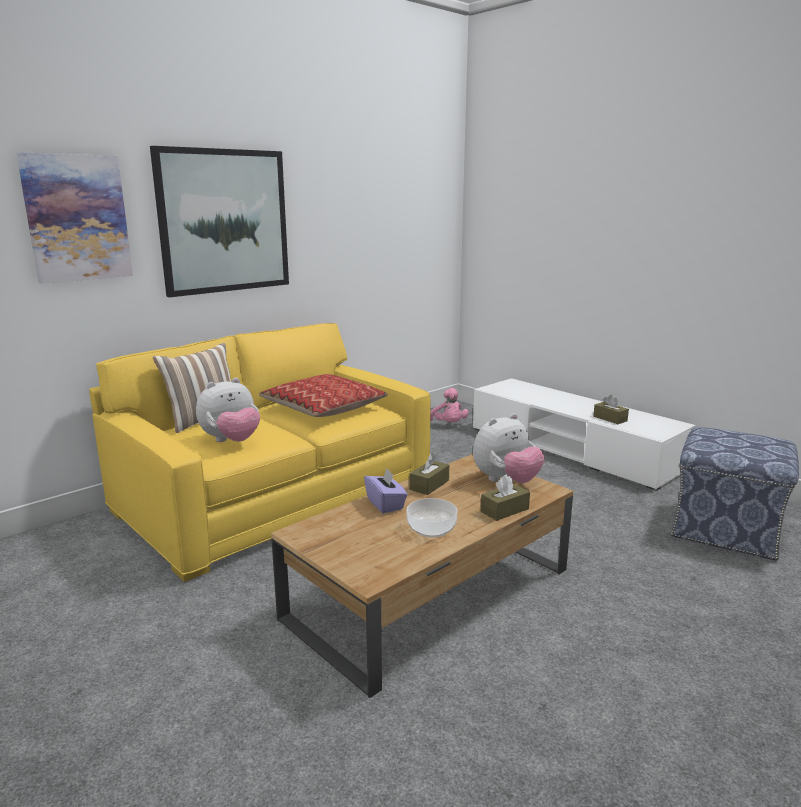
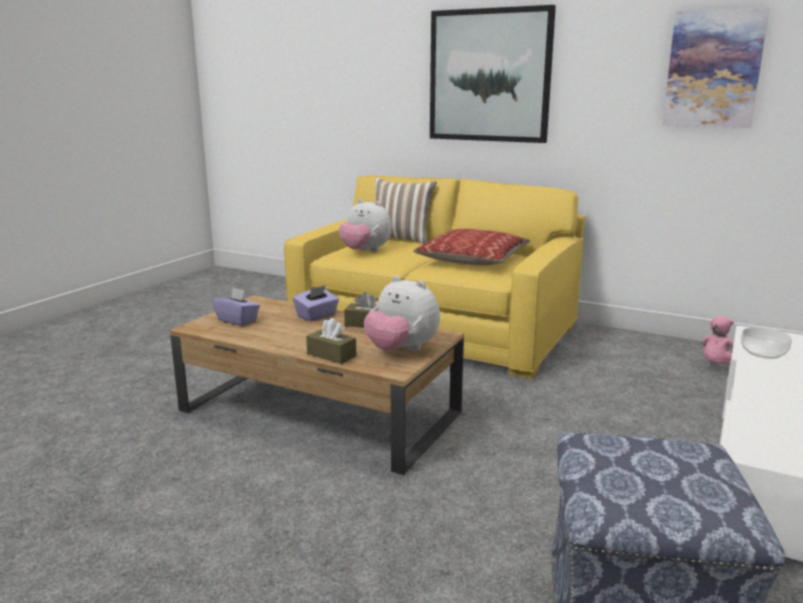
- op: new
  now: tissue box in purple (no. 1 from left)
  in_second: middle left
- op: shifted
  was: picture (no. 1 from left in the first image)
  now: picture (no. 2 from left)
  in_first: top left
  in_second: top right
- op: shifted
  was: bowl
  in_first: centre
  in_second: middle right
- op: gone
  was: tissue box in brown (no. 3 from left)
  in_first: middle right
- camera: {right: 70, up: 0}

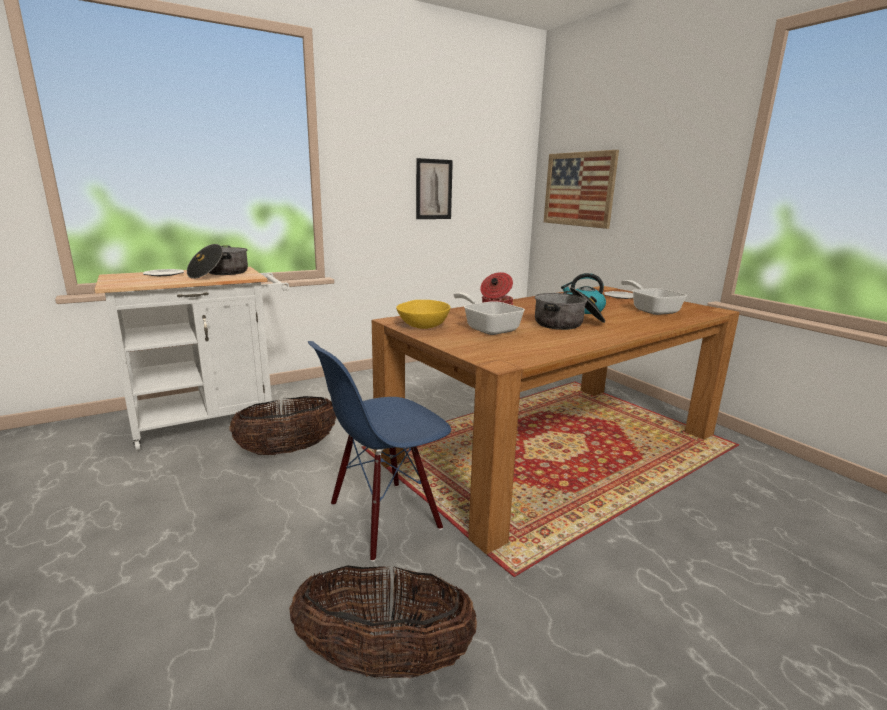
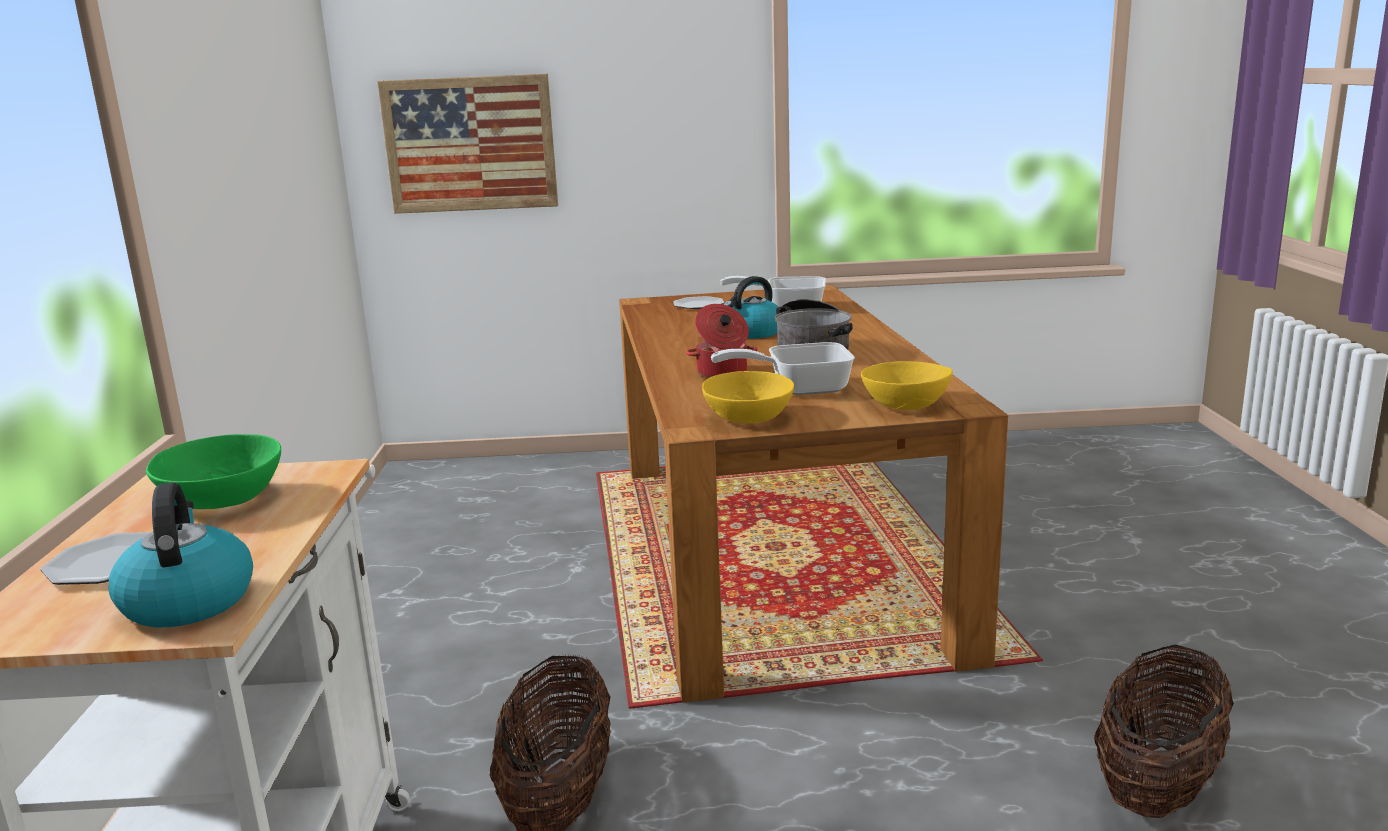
- op: new
  now: kettle (no. 1 from left)
  in_second: bottom left
- op: swapped
  was: cooking pot (no. 1 from left)
  now: bowl in green
  in_first: middle left
  in_second: middle left
- op: new
  now: bowl in yellow (no. 2 from left)
  in_second: centre
- op: gone
  was: chair in blue
  in_first: centre
- op: gone
  was: picture (no. 1 from left)
  in_first: top centre
- camera: {right: -60, up: 0}

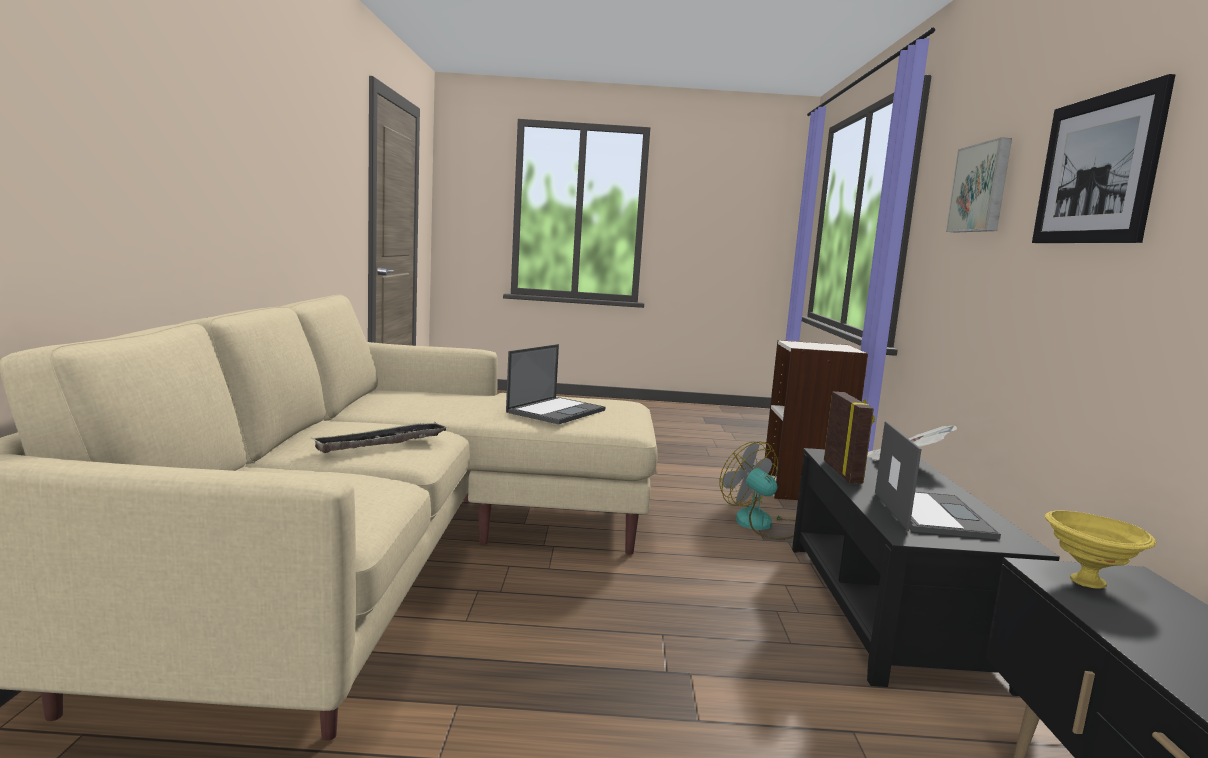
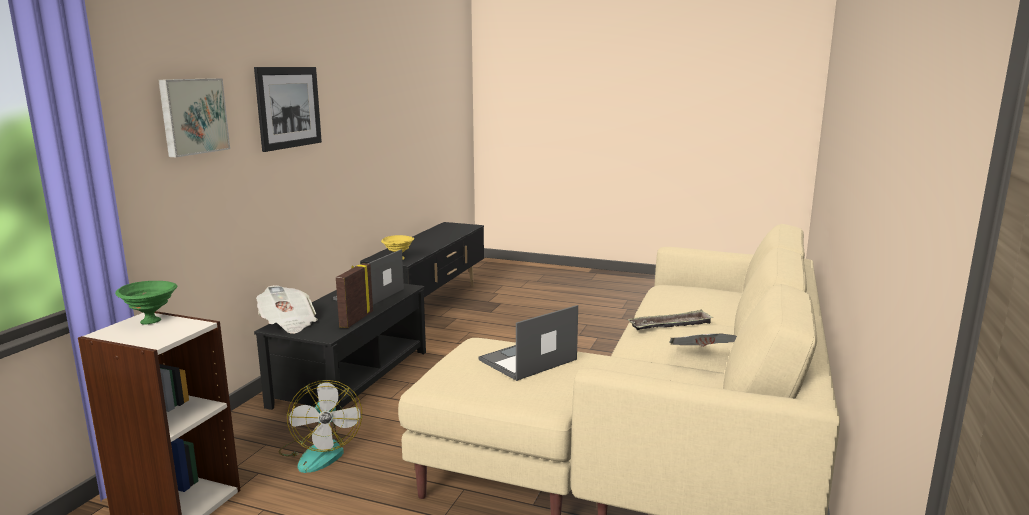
- op: new
  now: bowl in green
  in_second: middle left
- op: new
  now: newspaper (no. 2 from left)
  in_second: middle right
- camera: {right: -160, up: 5}

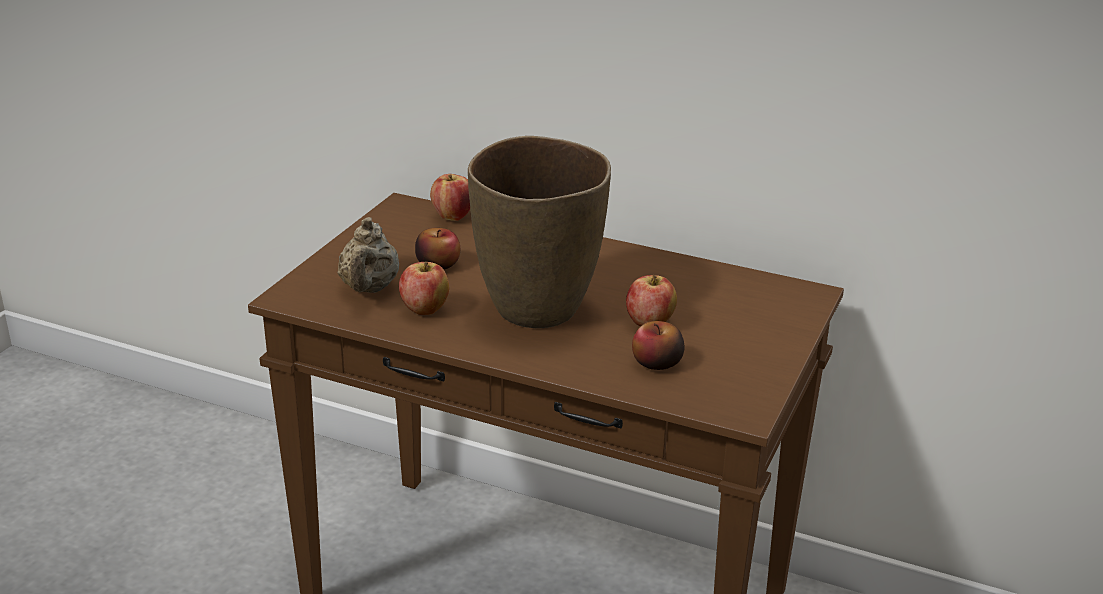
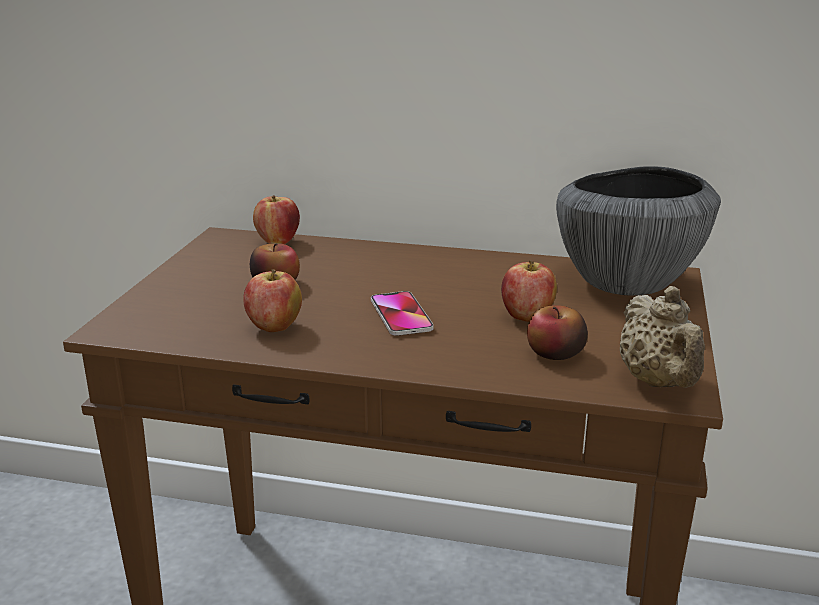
- op: swapped
  was: vase in brown
  now: phone
  in_first: centre
  in_second: centre
- op: new
  now: bowl
  in_second: middle right
- op: shifted
  was: teapot in beige
  in_first: centre
  in_second: middle right
- camera: {right: -10, up: -5}

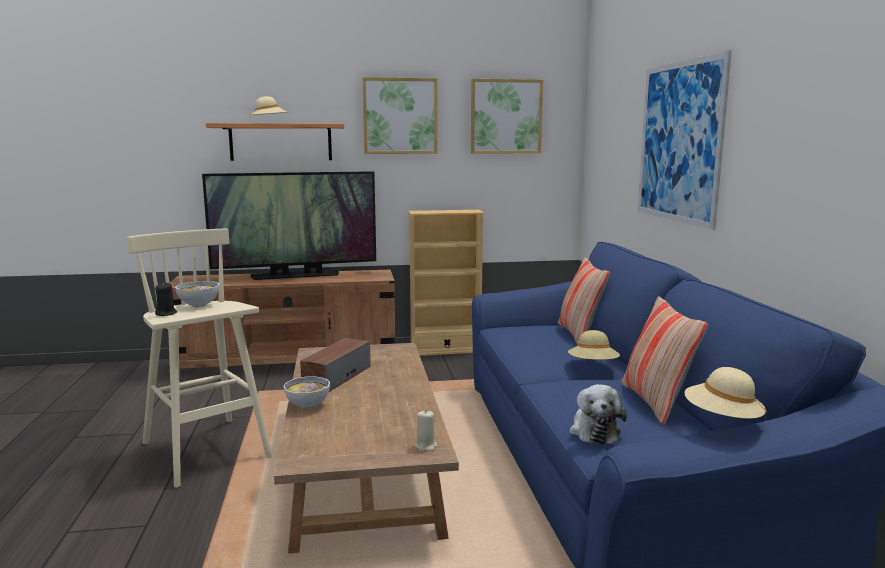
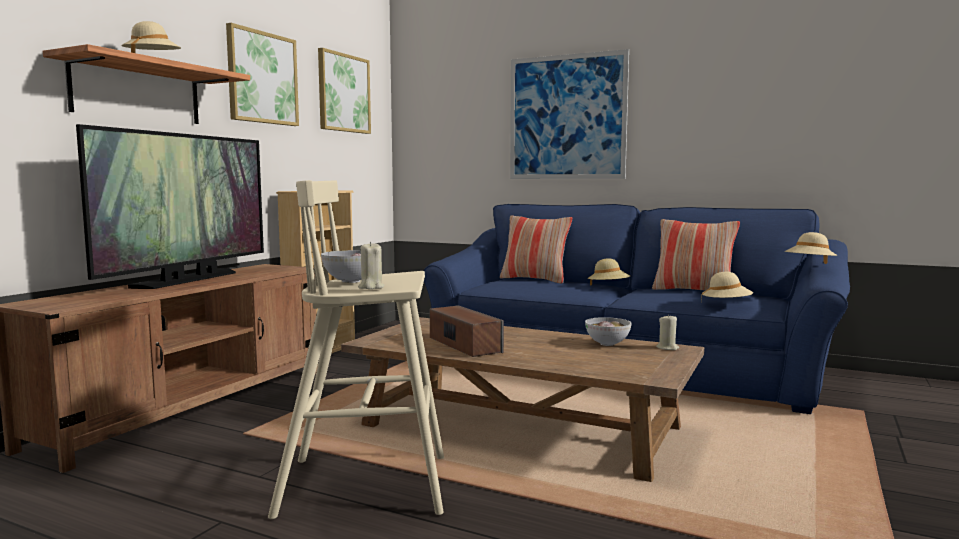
- op: repainted
  was: candle in black
  now: candle in beige (no. 1 from left)
  in_first: middle left
  in_second: centre
- op: shifted
  was: bowl (no. 2 from left)
  in_first: bottom centre
  in_second: centre
- op: swapped
  was: plush toy
  now: hat in beige (no. 3 from left)
  in_first: bottom right
  in_second: middle right
- camera: {right: -55, up: -5}

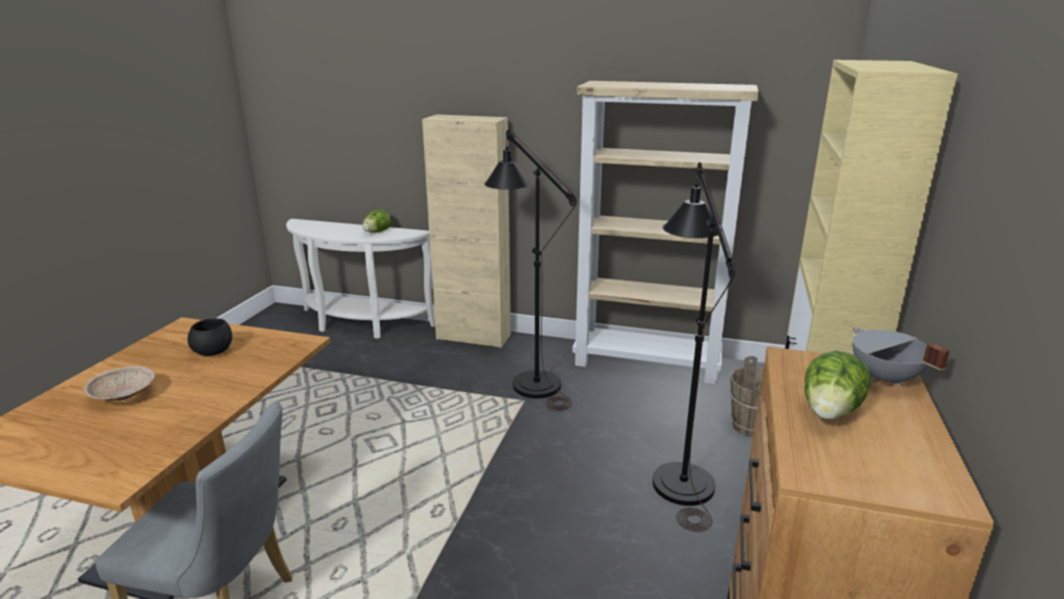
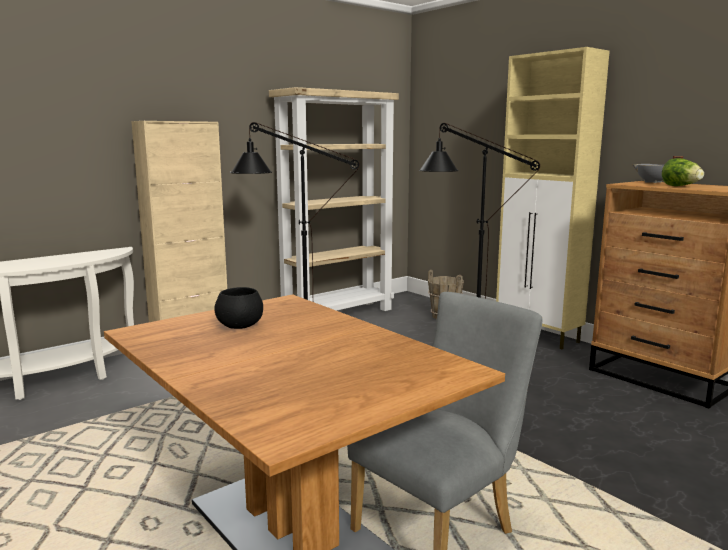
- op: gone
  was: bowl in beige
  in_first: middle left
- op: gone
  was: lettuce (no. 1 from left)
  in_first: centre
- camera: {right: -55, up: -10}

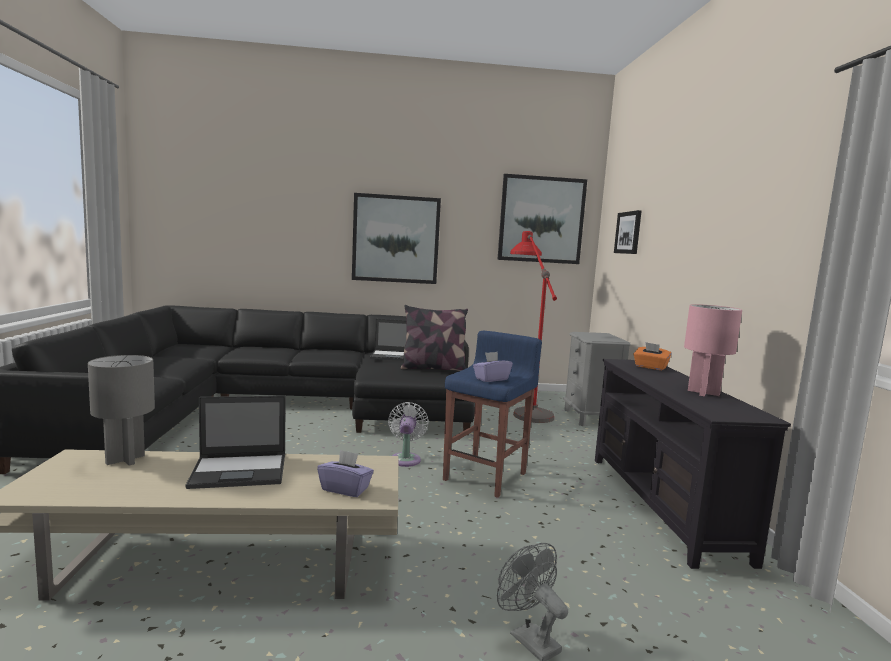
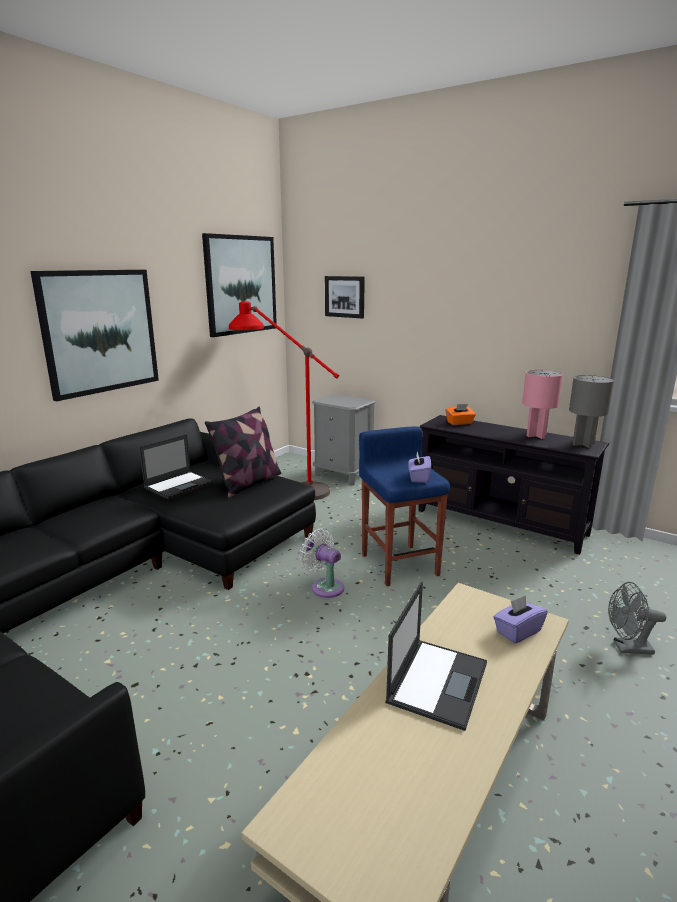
- op: shifted
  was: table lamp in grey
  in_first: middle left
  in_second: middle right
- camera: {right: -50, up: 10}

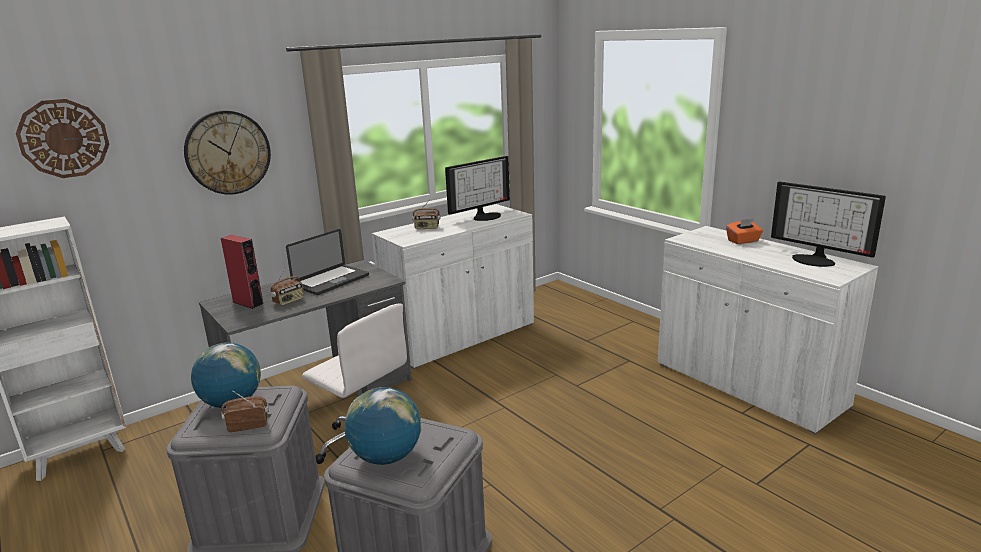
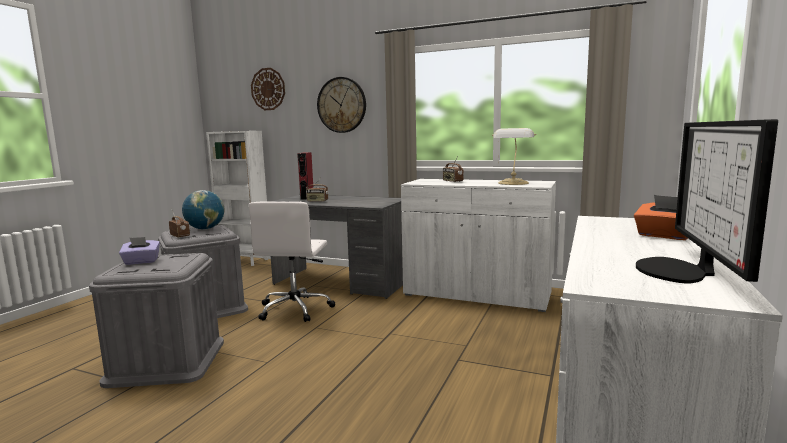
- op: swapped
  was: globe (no. 2 from left)
  now: tissue box in purple
  in_first: bottom centre
  in_second: middle left
- op: swapped
  was: monitor (no. 1 from left)
  now: table lamp
  in_first: centre
  in_second: centre
- op: gone
  was: laptop
  in_first: centre
- camera: {right: 60, up: -10}

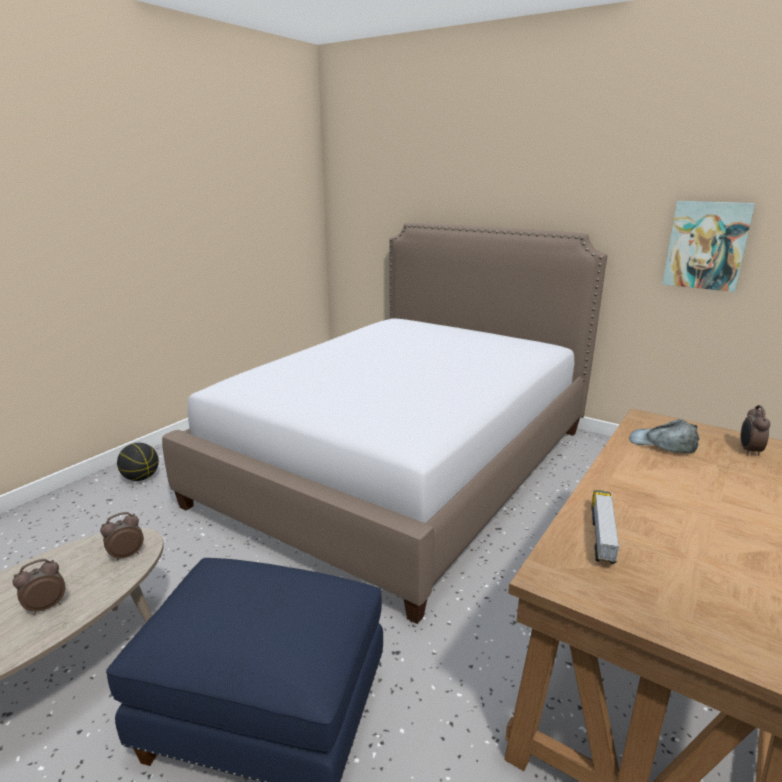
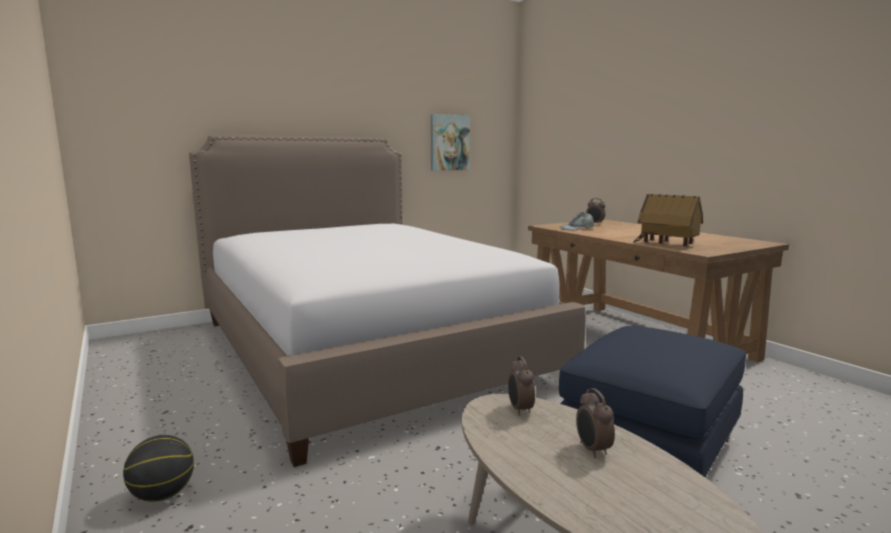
- op: swapped
  was: toy truck
  now: toy house
  in_first: bottom right
  in_second: middle right
- camera: {right: -65, up: -10}

